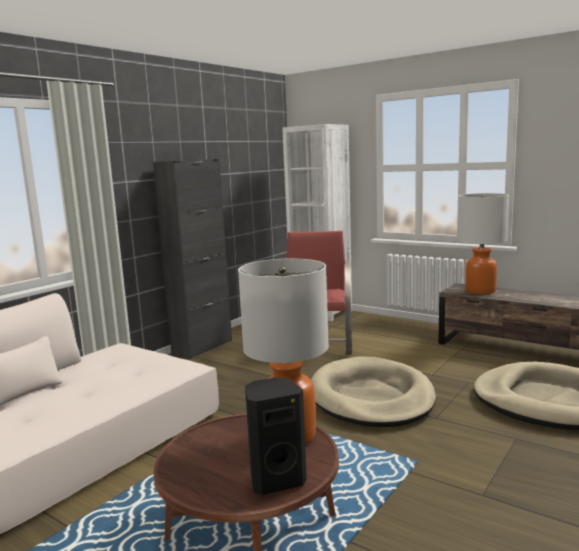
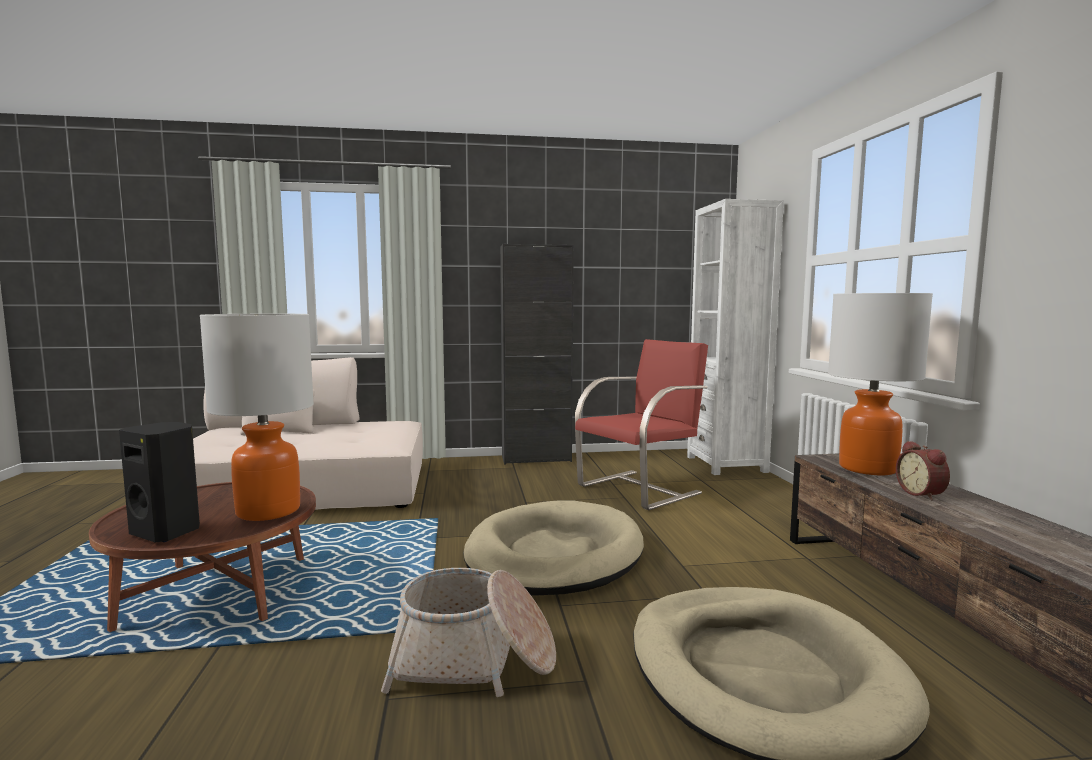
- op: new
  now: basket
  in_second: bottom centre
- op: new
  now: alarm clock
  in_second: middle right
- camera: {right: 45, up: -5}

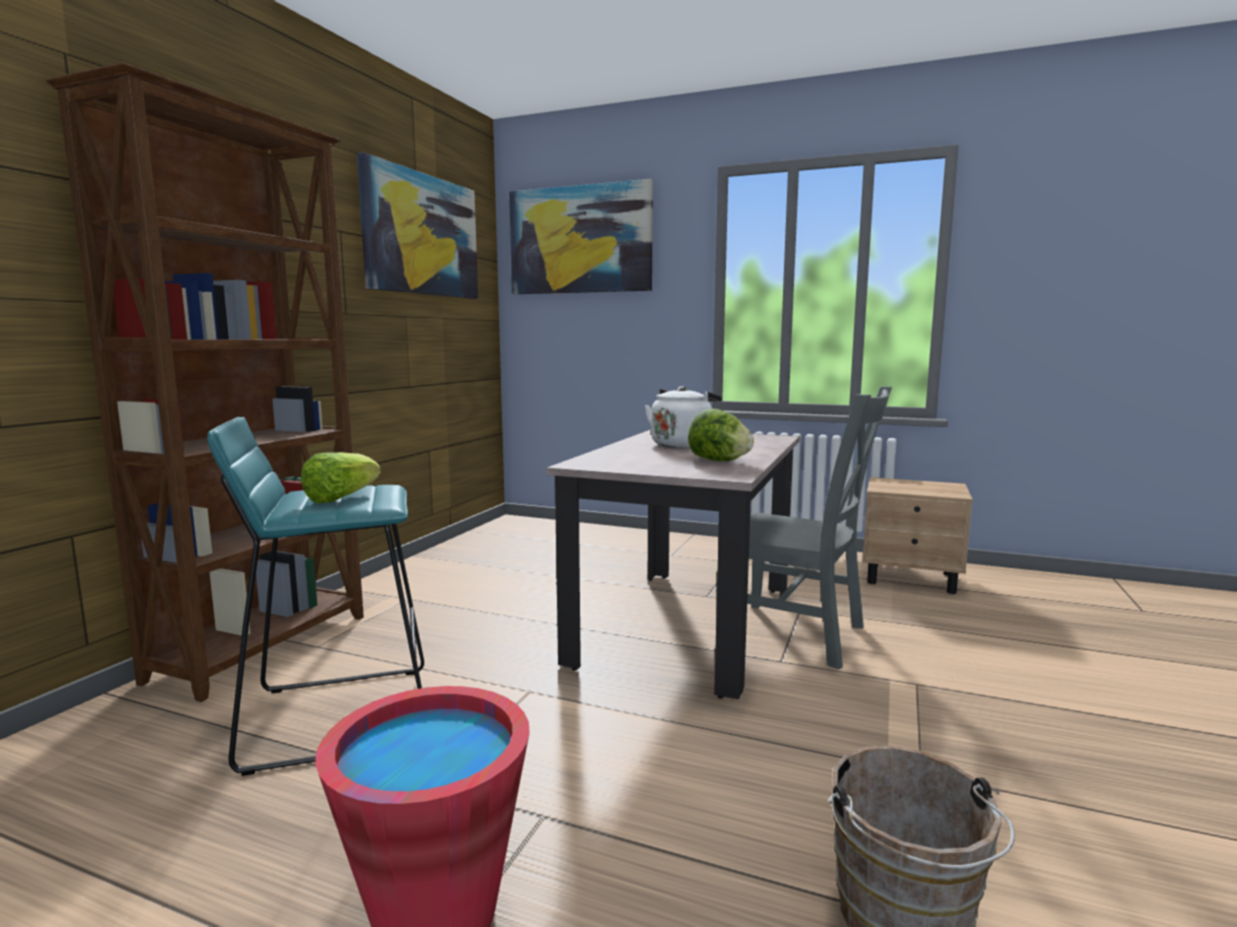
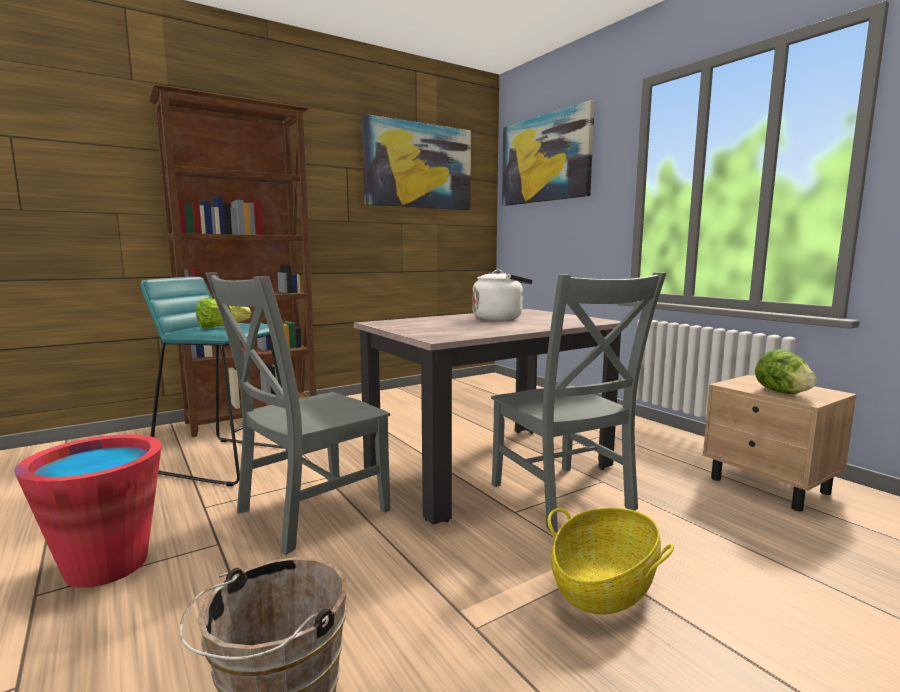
- op: new
  now: chair in grey (no. 1 from left)
  in_second: middle left
- op: new
  now: basket
  in_second: bottom right
- op: shifted
  was: lettuce (no. 2 from left)
  in_first: centre
  in_second: middle right
- camera: {right: 35, up: 0}

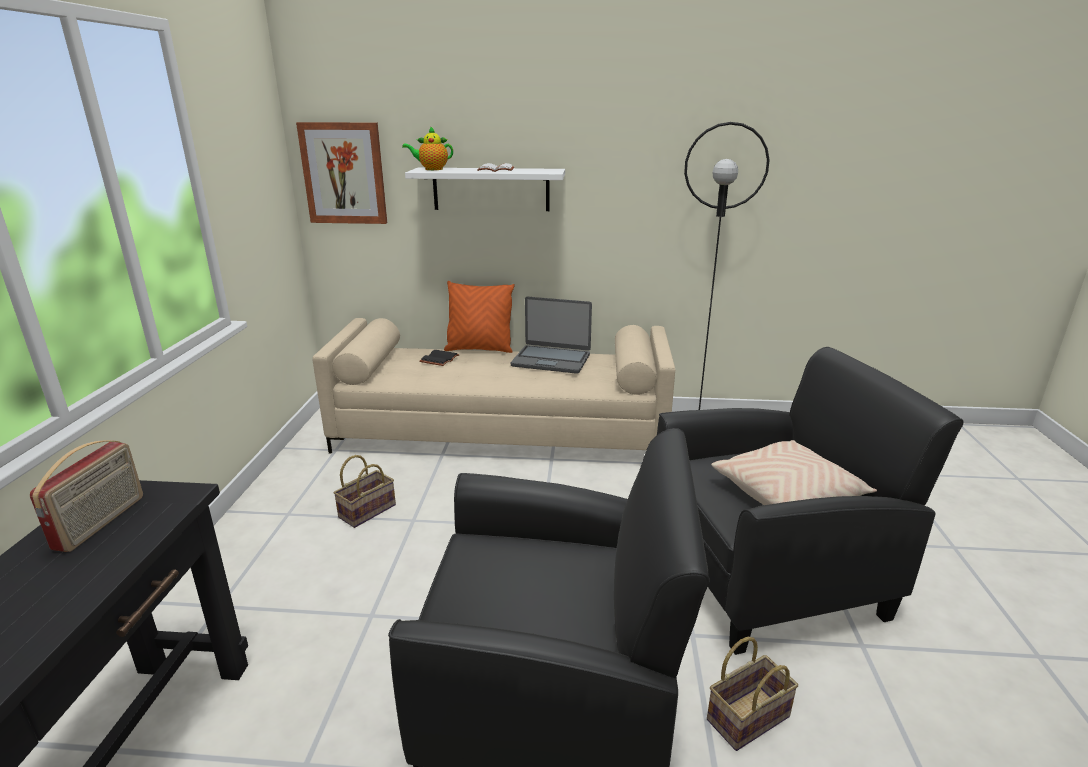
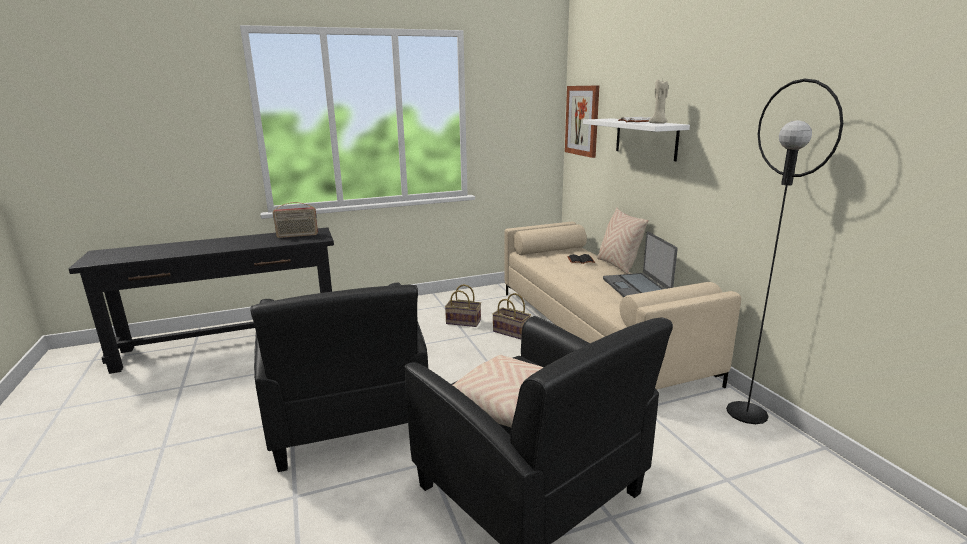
- op: shifted
  was: basket (no. 2 from left)
  in_first: bottom right
  in_second: centre
- op: repainted
  was: pillow in orange
  now: pillow in beige (no. 2 from left)
  in_first: centre
  in_second: centre
- op: new
  now: candle in beige
  in_second: top right
- op: gone
  was: teapot
  in_first: top centre
- camera: {right: 65, up: -5}

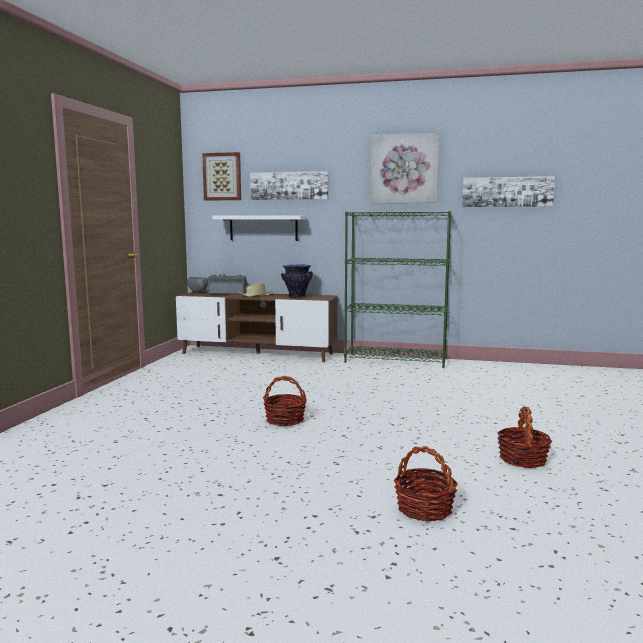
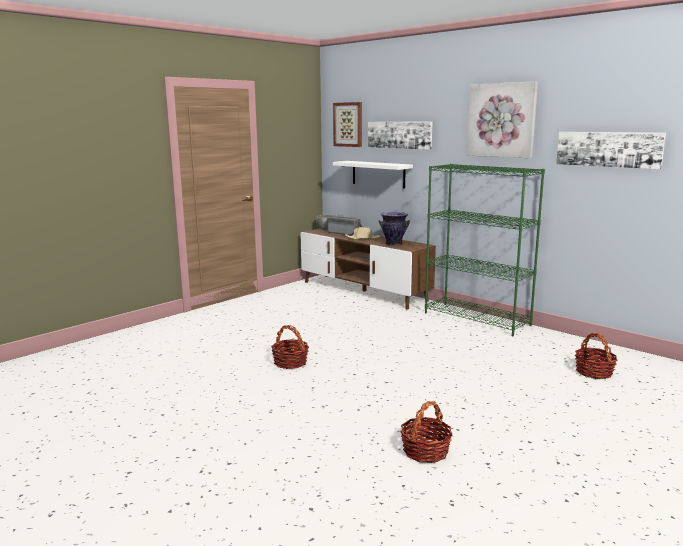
- op: shifted
  was: basket (no. 2 from left in the first image)
  now: basket (no. 3 from left)
  in_first: bottom centre
  in_second: middle right
- camera: {right: 30, up: 5}

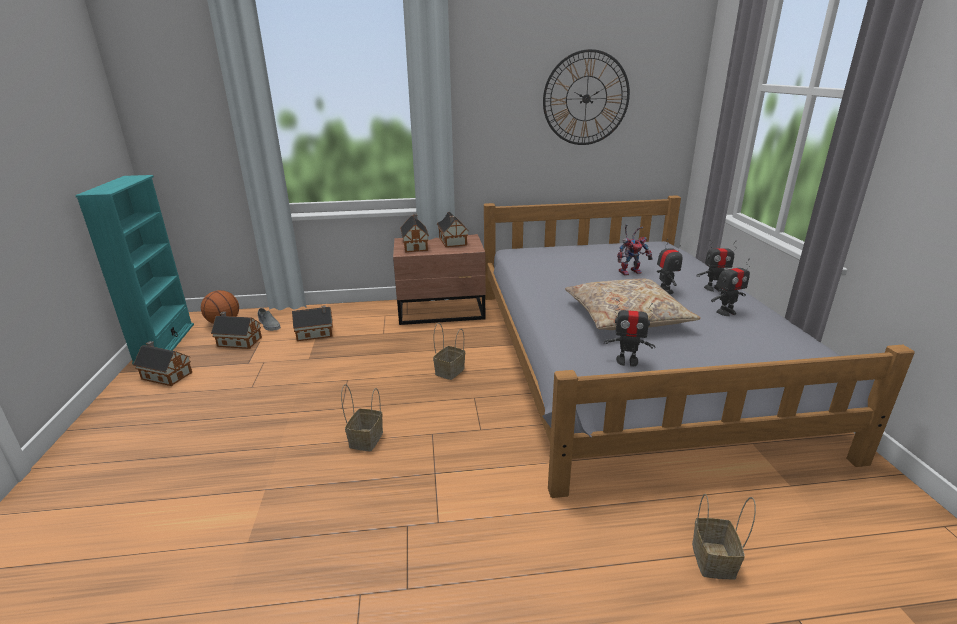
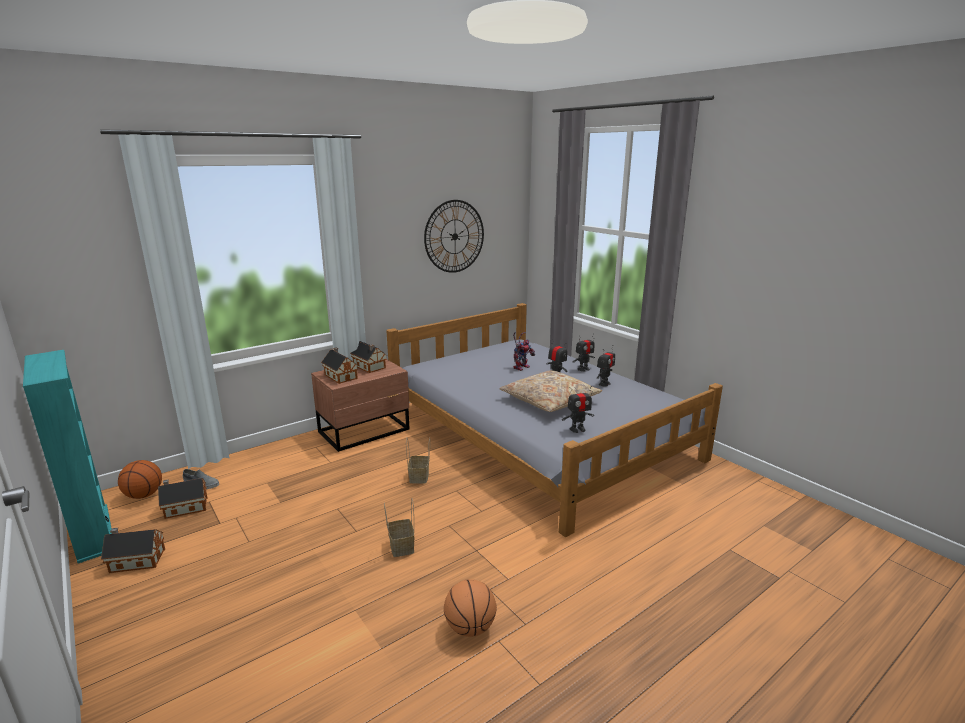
- op: new
  now: basketball (no. 2 from left)
  in_second: bottom centre
- op: gone
  was: toy house (no. 3 from left)
  in_first: middle left
- op: gone
  was: basket (no. 3 from left)
  in_first: bottom right
- camera: {right: -30, up: -5}

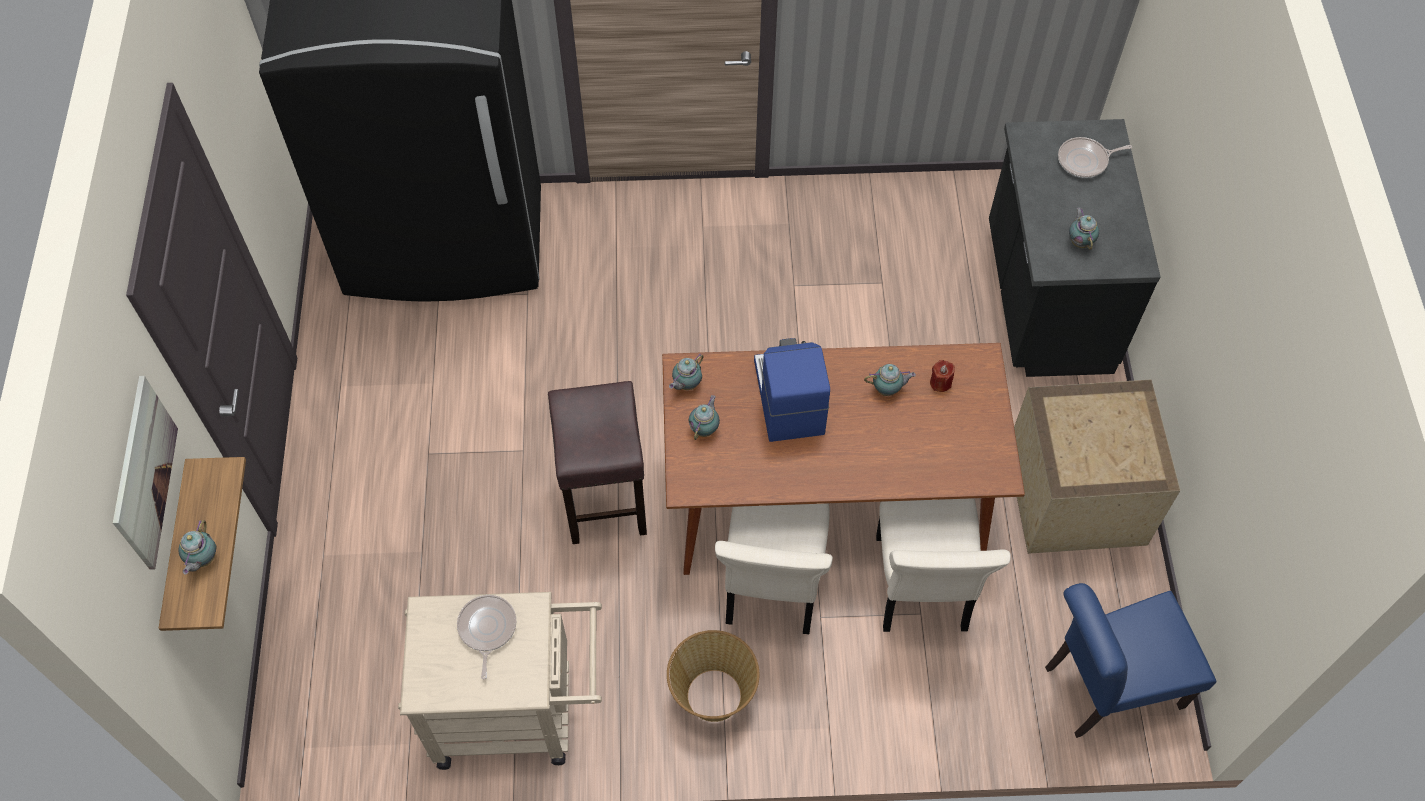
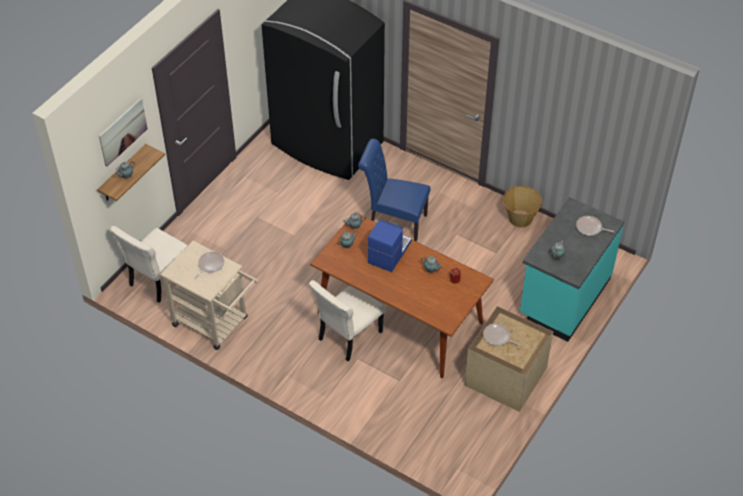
- op: shifted
  was: chair in beige (no. 2 from left in the first image)
  now: chair in beige (no. 1 from left)
  in_first: bottom centre
  in_second: middle left
- op: shifted
  was: chair in blue
  in_first: bottom right
  in_second: centre
- op: new
  now: frying pan (no. 2 from left)
  in_second: bottom right
- op: shifted
  was: basket
  in_first: bottom centre
  in_second: middle right
- op: repainted
  was: counter in black
  now: counter in turquoise
  in_first: top right
  in_second: middle right
- op: gone
  was: stool in brown
  in_first: centre
- camera: {right: 35, up: -10}

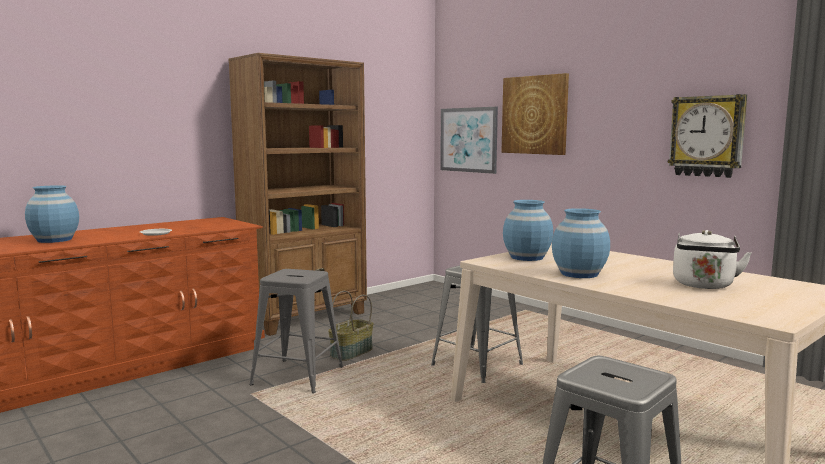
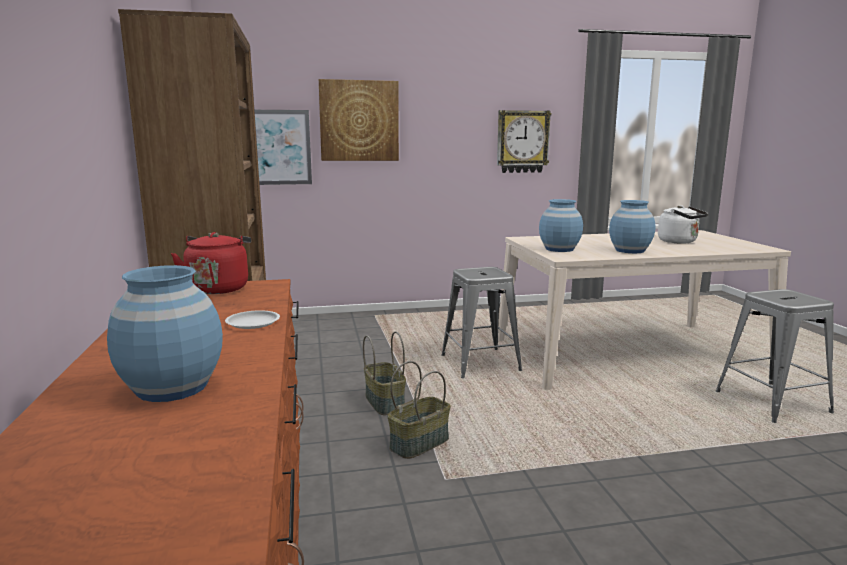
- op: new
  now: kettle in red
  in_second: middle left
- op: swapped
  was: stool in grey (no. 1 from left)
  now: basket (no. 2 from left)
  in_first: bottom centre
  in_second: bottom centre
- camera: {right: -60, up: 5}

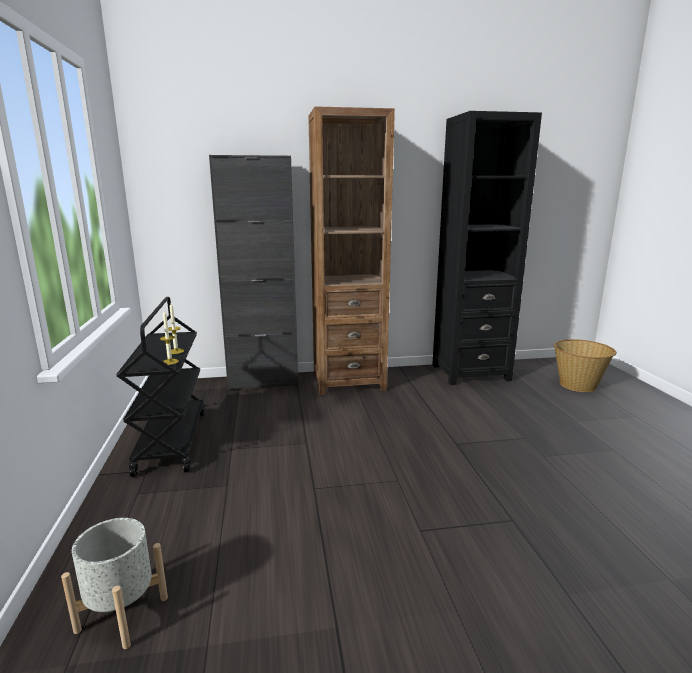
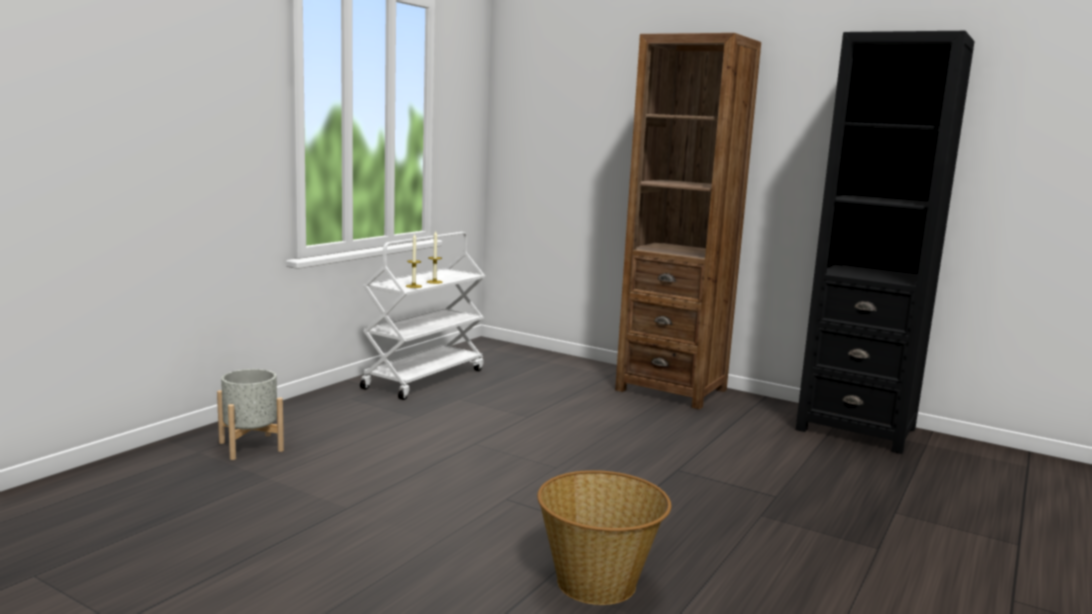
- op: repainted
  was: cart in black
  now: cart in white
  in_first: middle left
  in_second: centre
- op: shifted
  was: basket
  in_first: middle right
  in_second: bottom centre
- op: gone
  was: cabinet in black
  in_first: centre
- camera: {right: 40, up: -5}

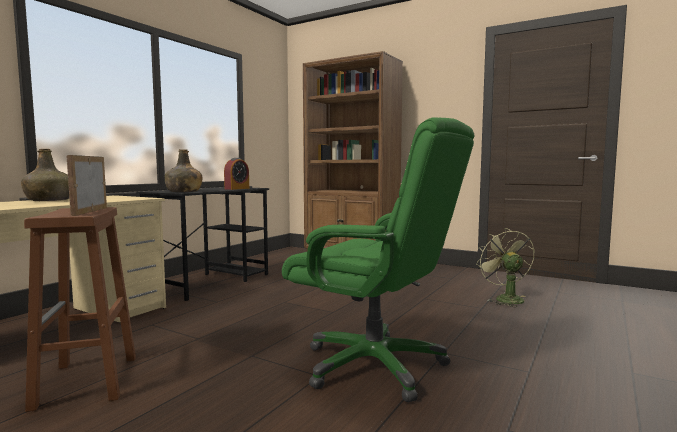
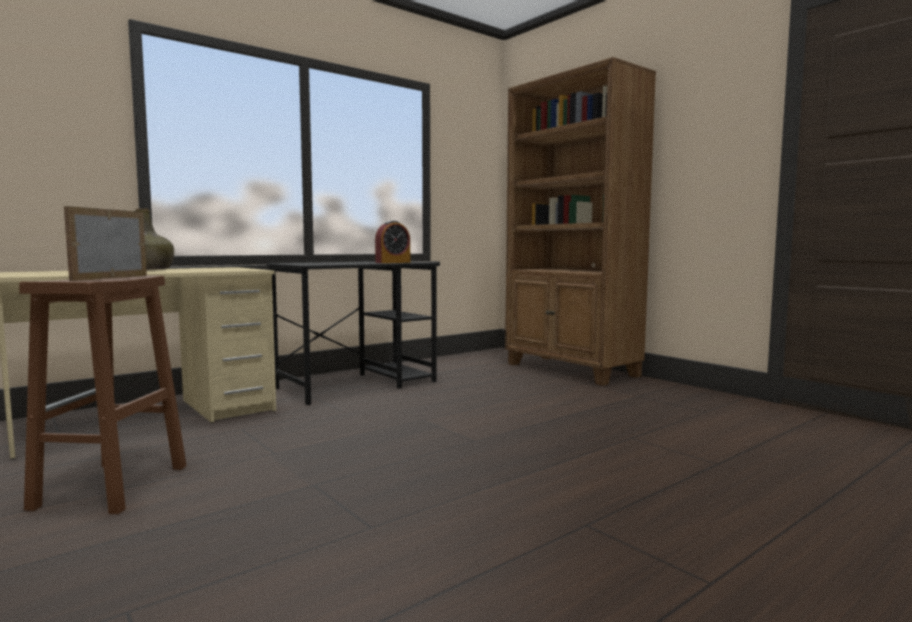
- op: gone
  was: bottle in green (no. 2 from left)
  in_first: middle left
- op: gone
  was: office chair in green
  in_first: centre
- op: gone
  was: fan in green
  in_first: middle right
- camera: {right: 20, up: 0}

